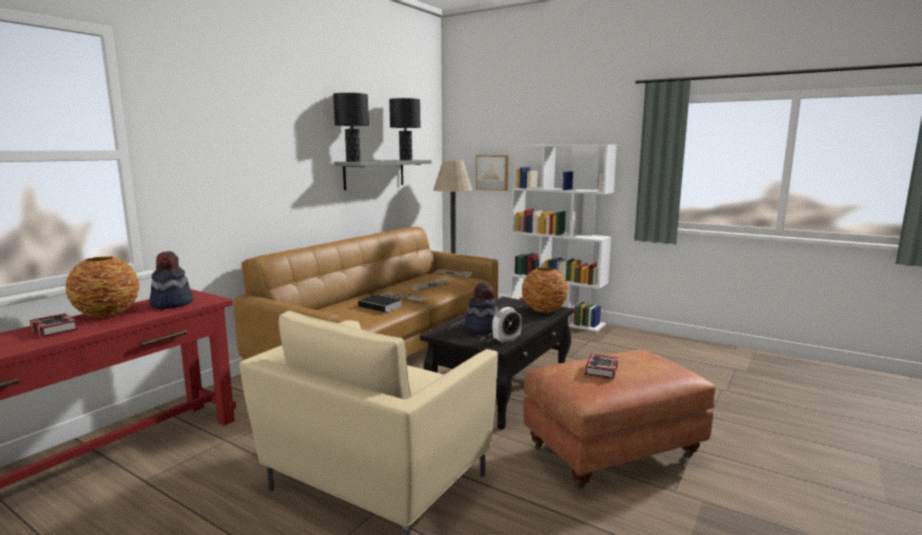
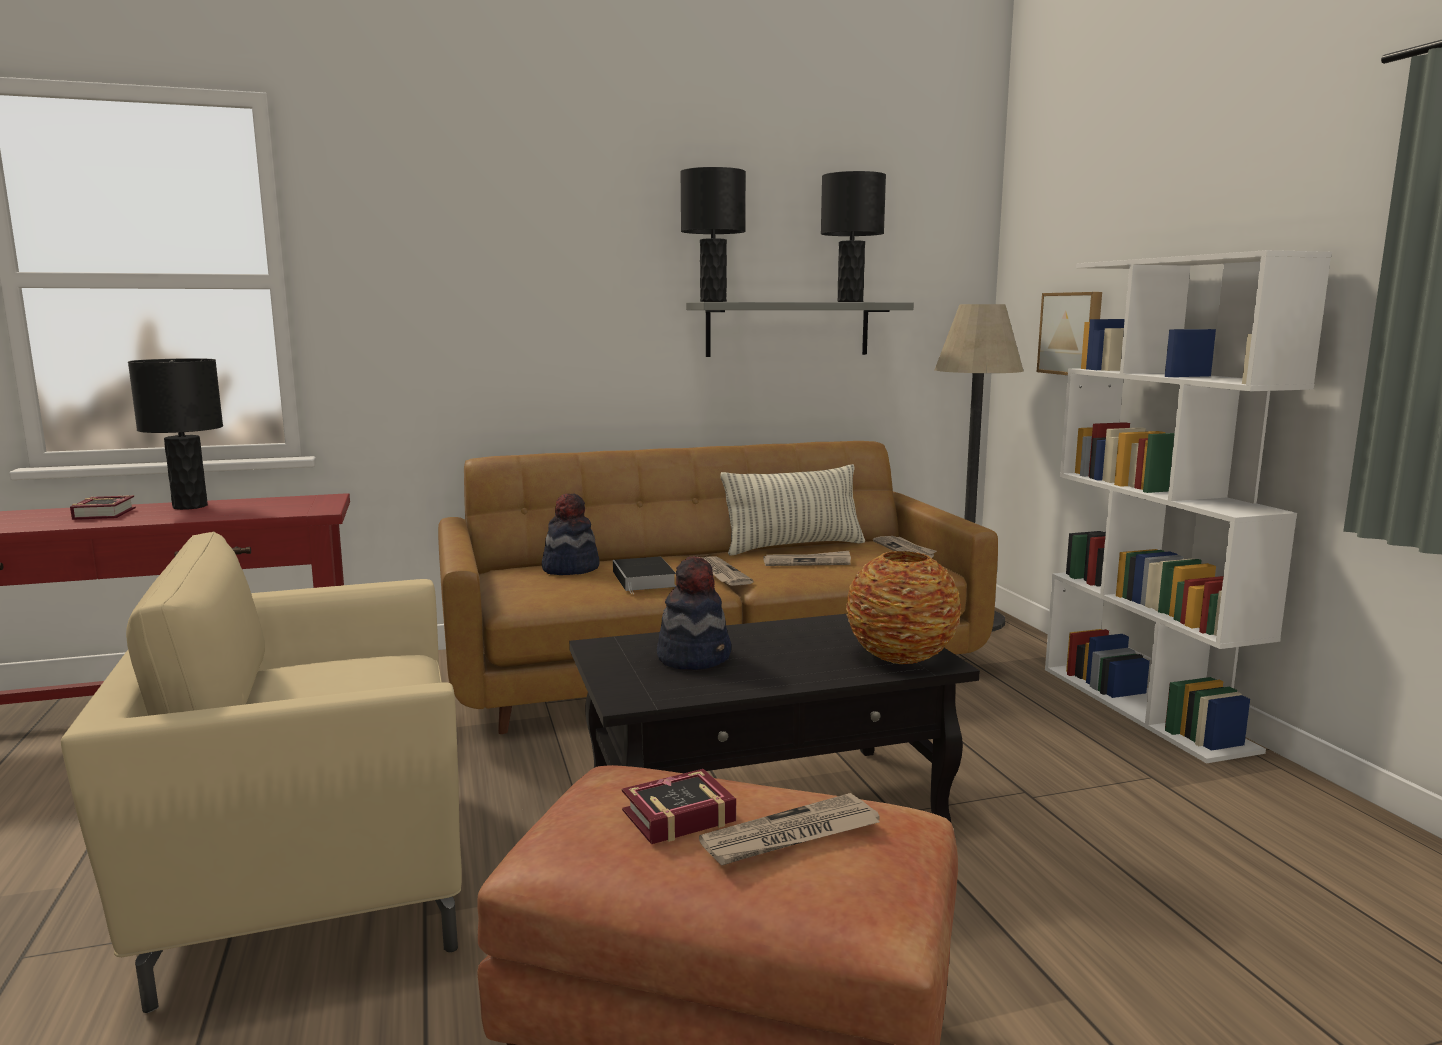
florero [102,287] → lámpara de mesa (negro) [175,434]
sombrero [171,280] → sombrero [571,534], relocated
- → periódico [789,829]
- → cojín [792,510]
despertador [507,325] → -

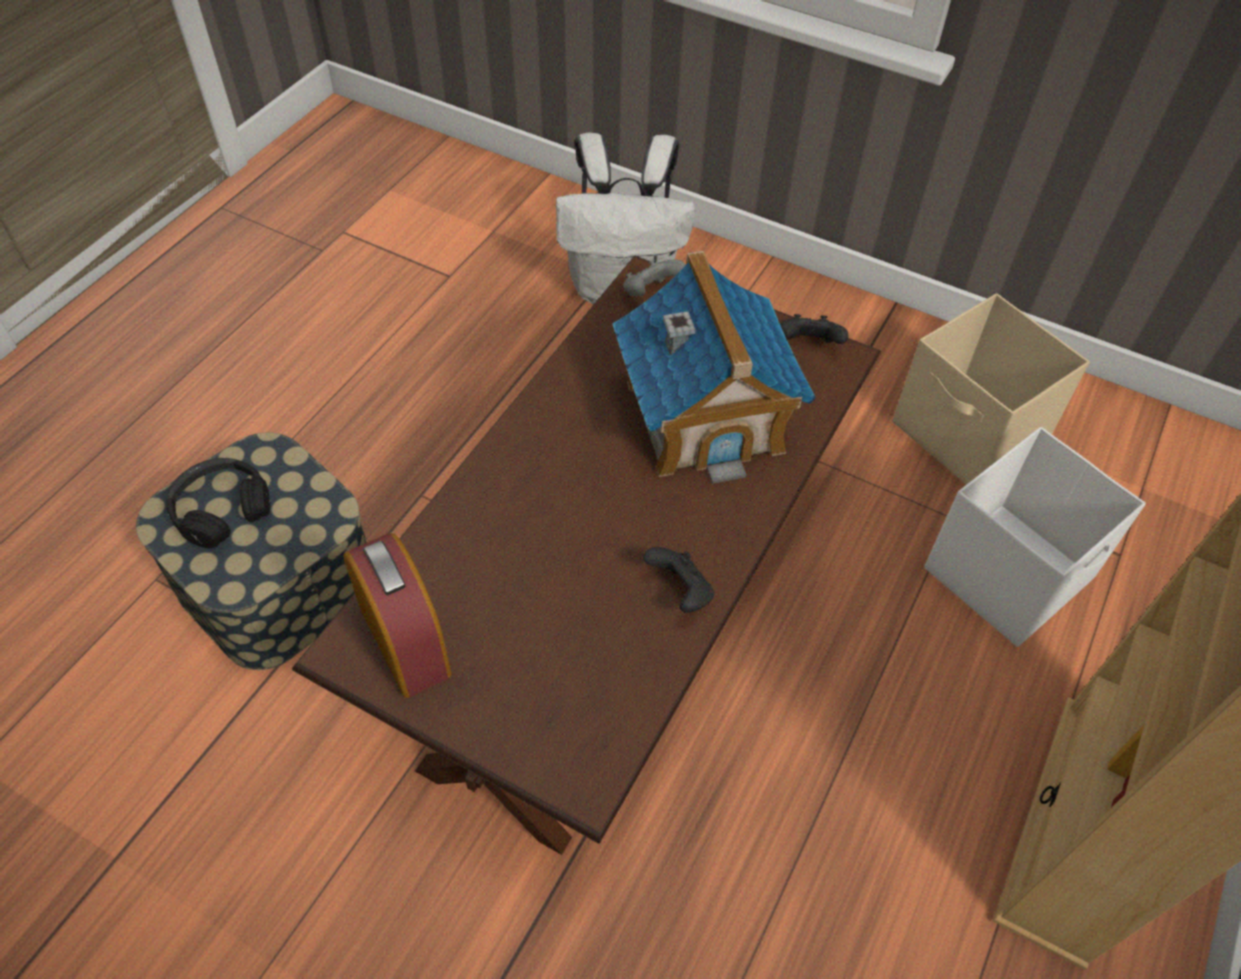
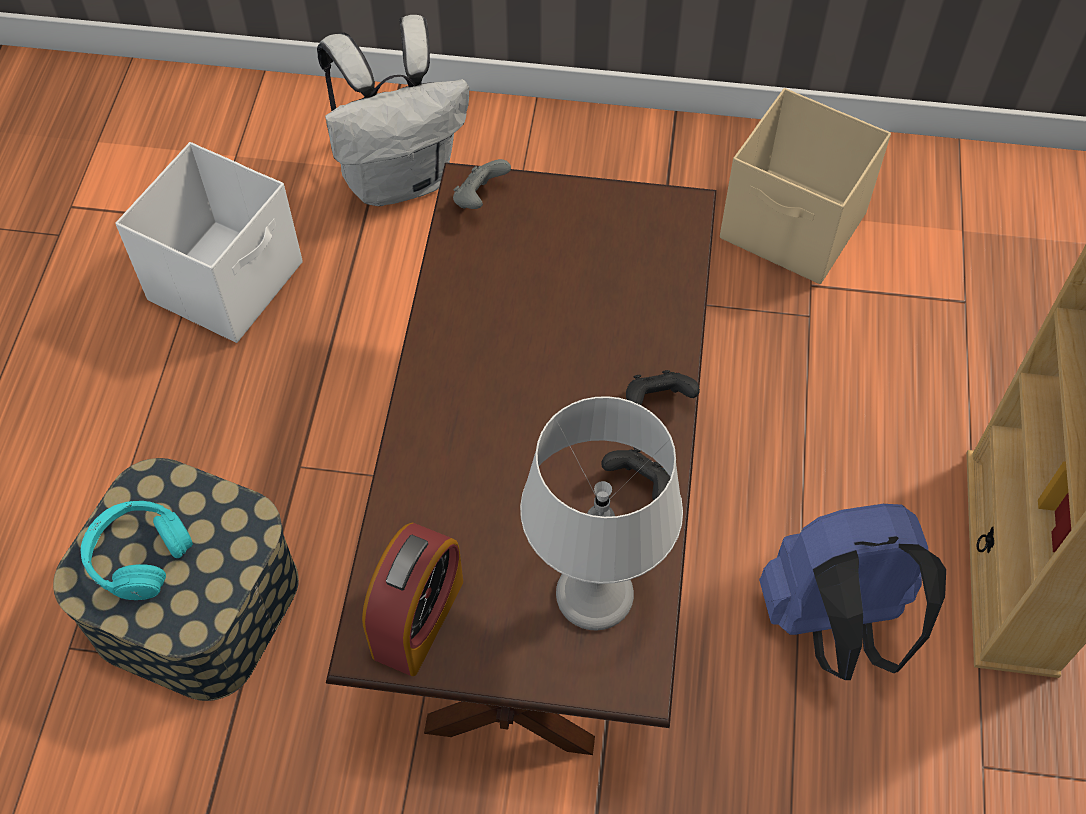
auriculares (negro) [218,503] → auriculares (turquesa) [137,550]
caja de almacenaje (blanco) [1035,537] → caja de almacenaje (blanco) [209,242], relocated
despertador [398,615] → despertador [412,599], 75 degrees clockwise
- → lámpara de mesa (gris) [601,513]
mando de consola (negro) [815,329] → mando de consola (negro) [663,387], relocated
- → mochila (azul) [852,592]
casita [714,367] → -

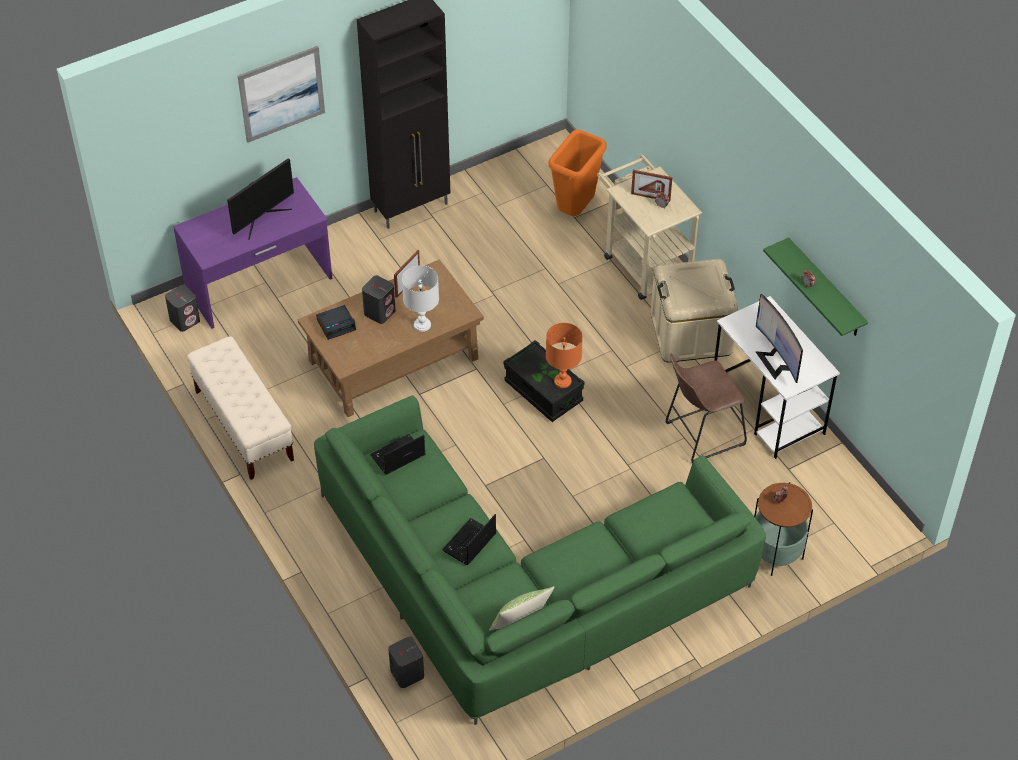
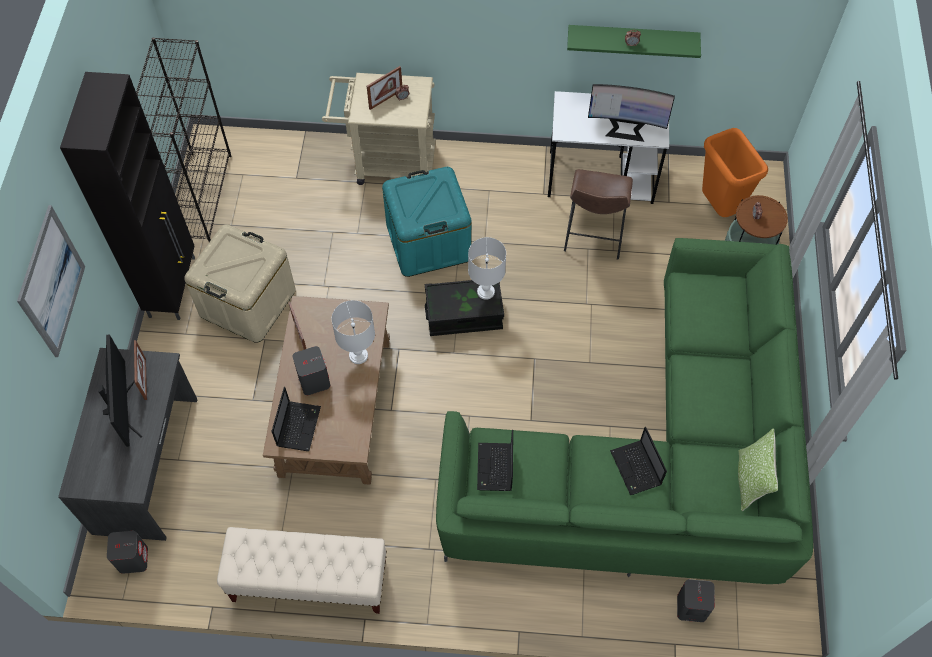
escritorio (morado) [252,253] → escritorio (gris) [128,444]
- → portarretratos [140,370]
- → estantería (negro) [184,139]
caja de almacenaje (beis) [694,311] → caja de almacenaje (beis) [240,284], relocated
despertador [336,322] → portátil [296,419]
- → caja de almacenaje (turquesa) [426,222]
lámpara de mesa (naranja) [564,355] → lámpara de mesa (blanco) [487,268]
papelera (naranja) [577,173] → papelera (naranja) [735,172], relocated

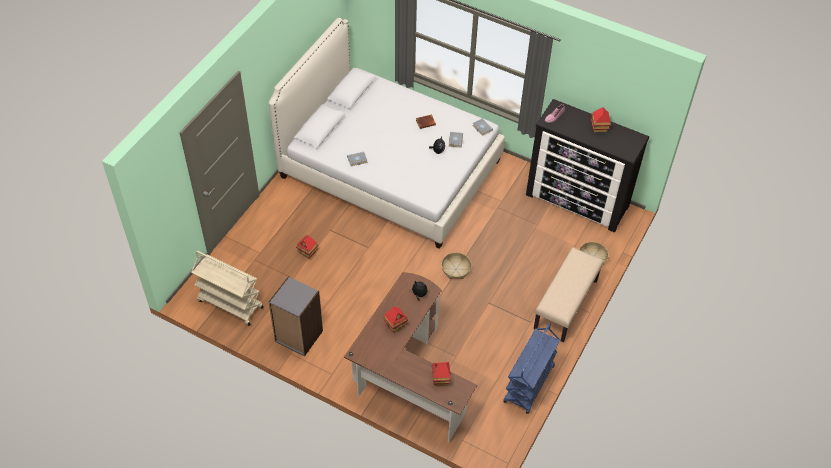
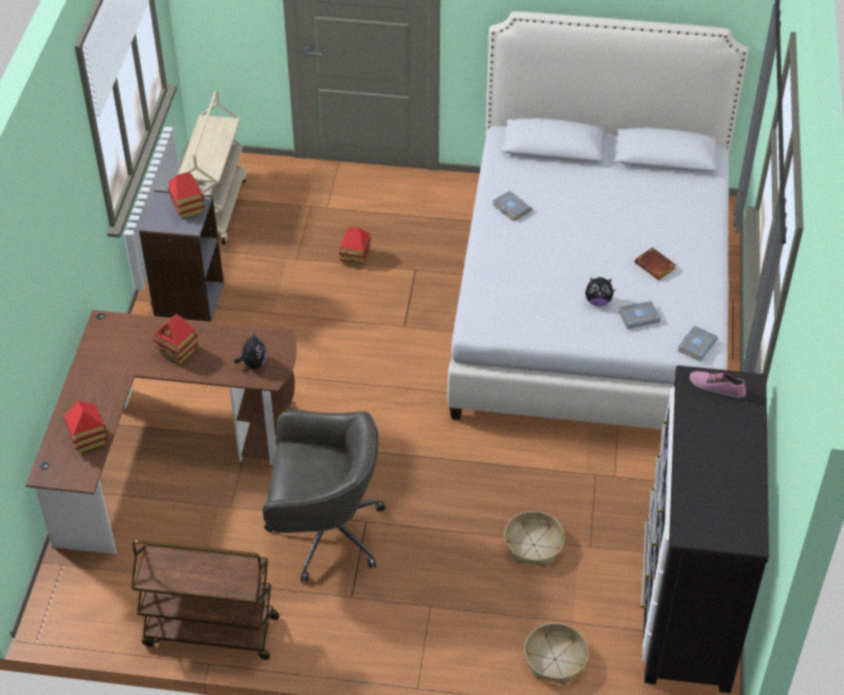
carrito (azul) [531,368] → carrito (marrón) [205,600]
casita [601,119] → casita [185,195], relocated
- → silla de oficina (gris) [324,496]
cesta [456,265] → cesta [534,539], relocated
banco (beis) [569,294] → -

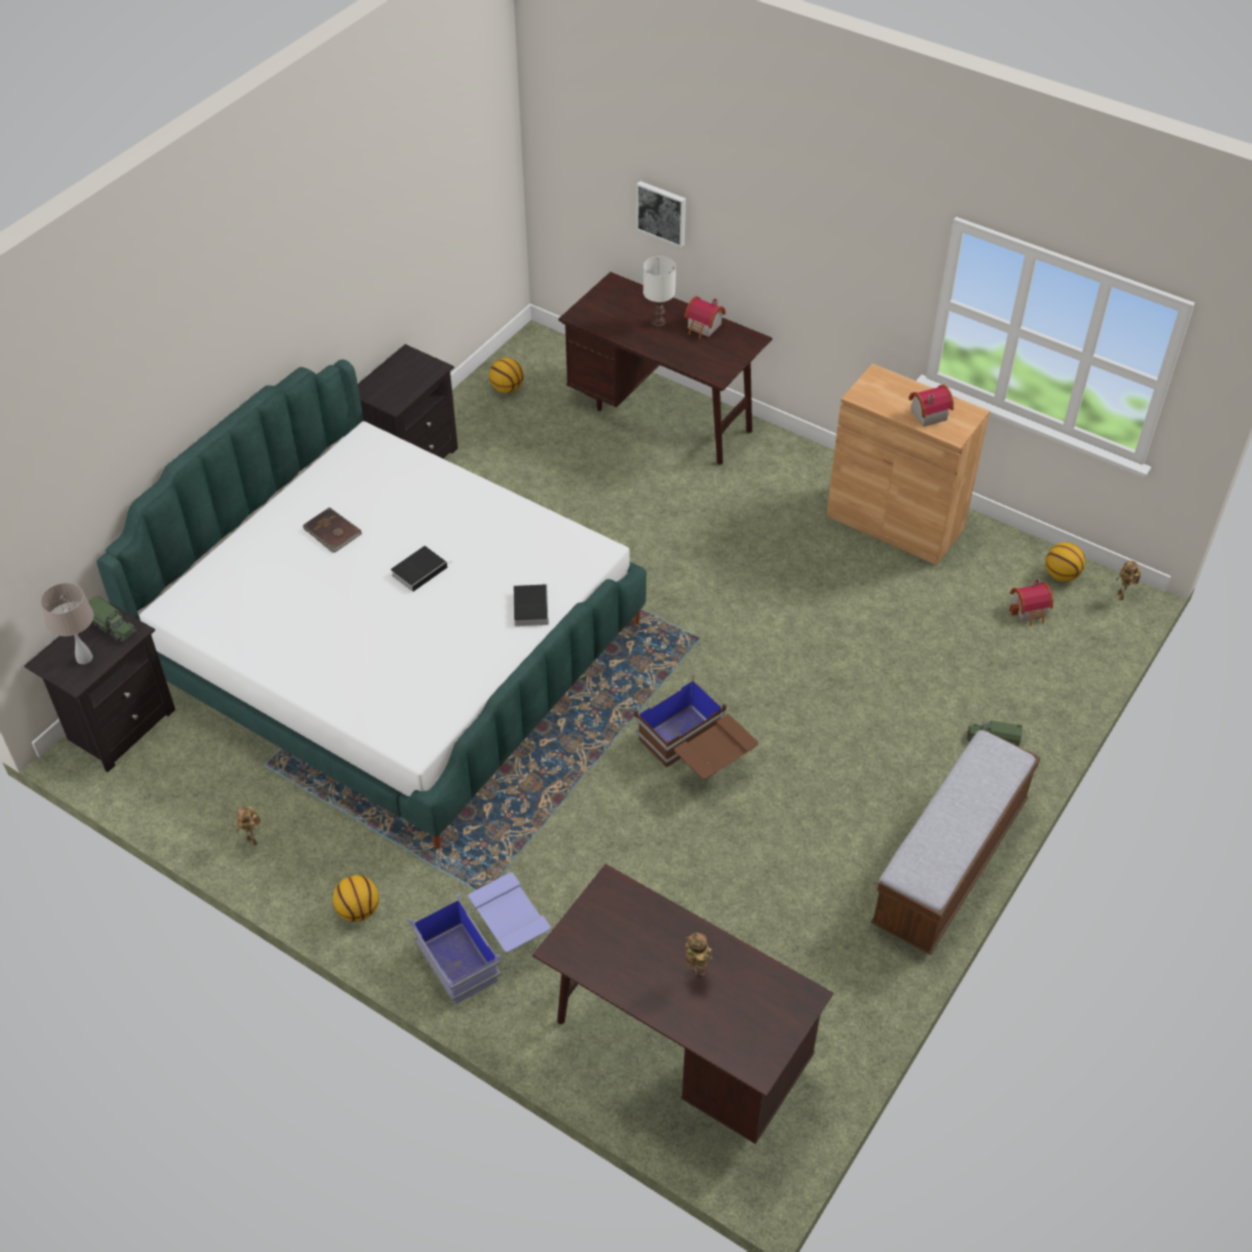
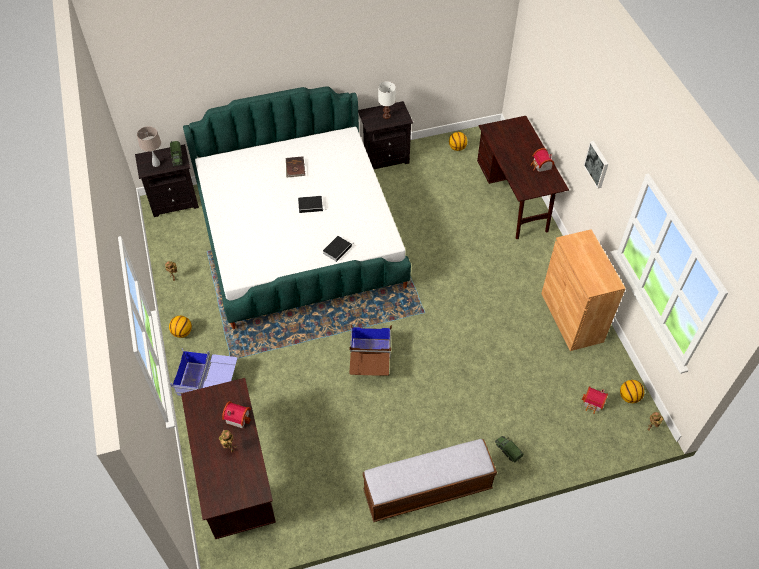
casita [931,405] → casita [236,415], relocated
lámpara de mesa (blanco) [659,292] → lámpara de mesa (blanco) [387,100], relocated
cuadro [661,214] → cuadro [595,165], relocated

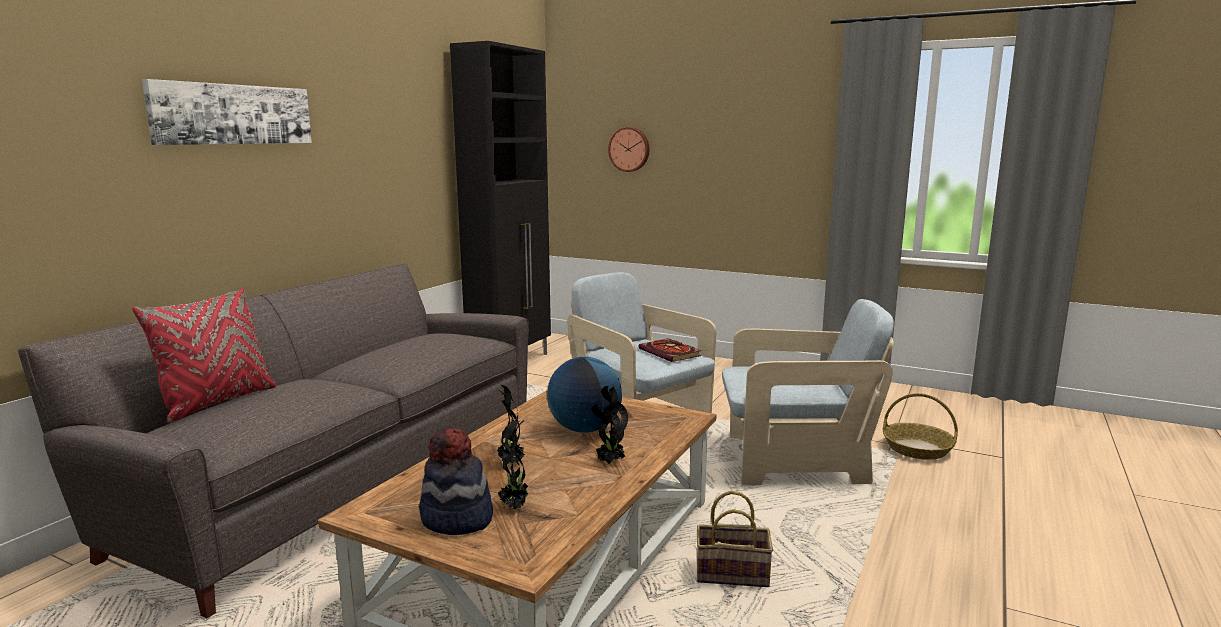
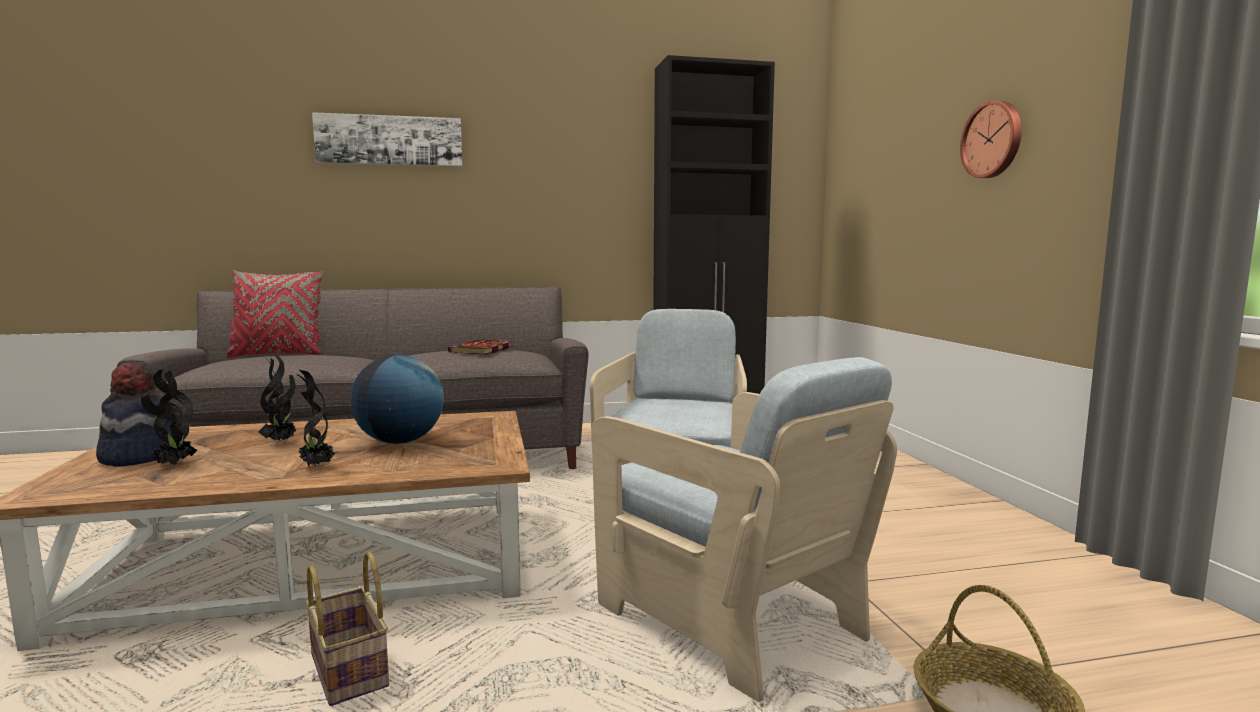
libro [669,350] → libro [480,347], relocated
reloj de pared [628,149] → reloj de pared [991,139], relocated

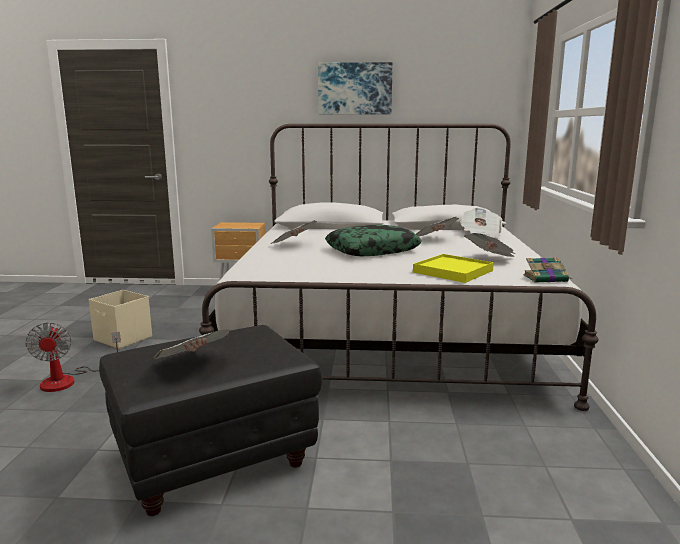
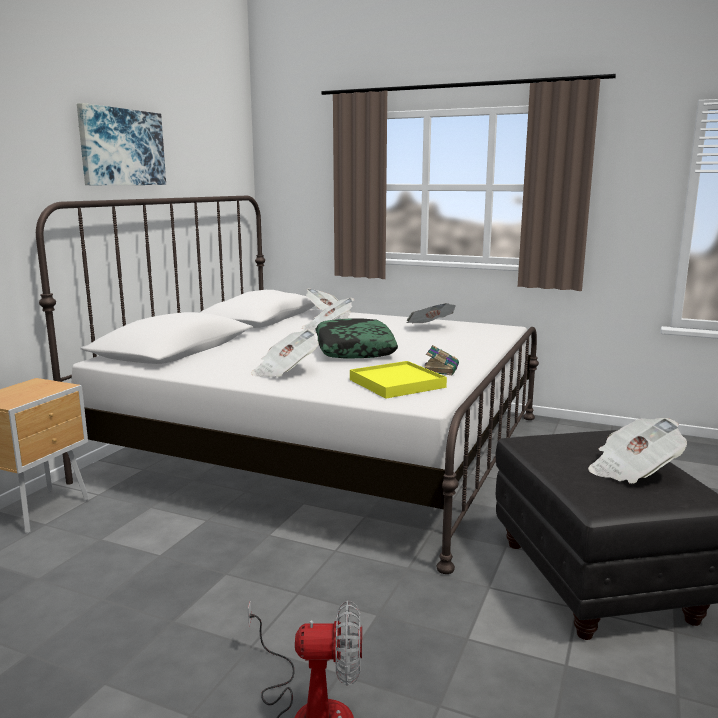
bandeja (amarillo) [453,268] → bandeja (amarillo) [398,380], relocated
libro [548,270] → libro [441,360], relocated
caja de almacenaje (beis) [120,319] → -

